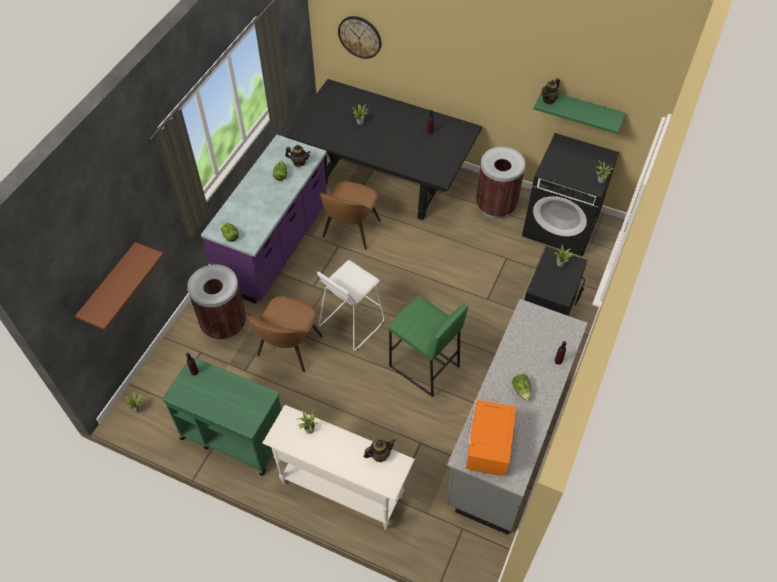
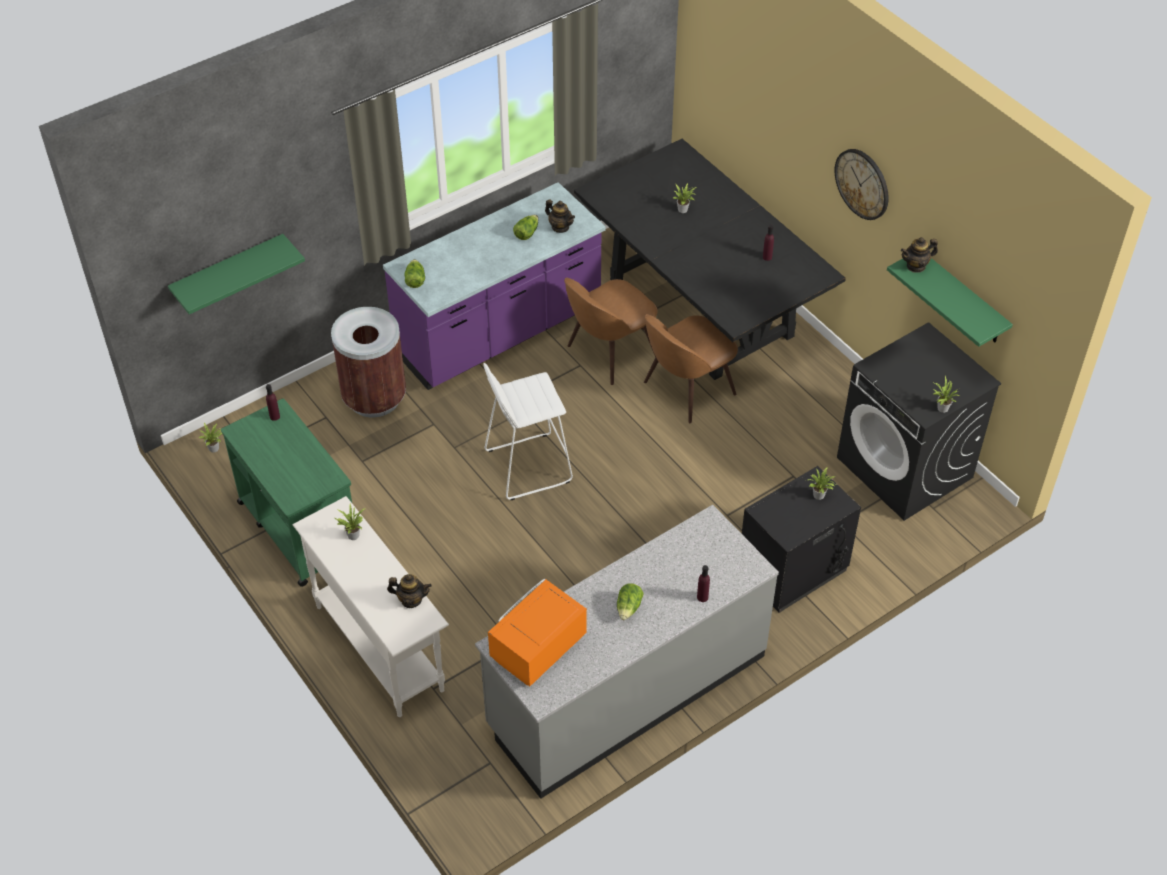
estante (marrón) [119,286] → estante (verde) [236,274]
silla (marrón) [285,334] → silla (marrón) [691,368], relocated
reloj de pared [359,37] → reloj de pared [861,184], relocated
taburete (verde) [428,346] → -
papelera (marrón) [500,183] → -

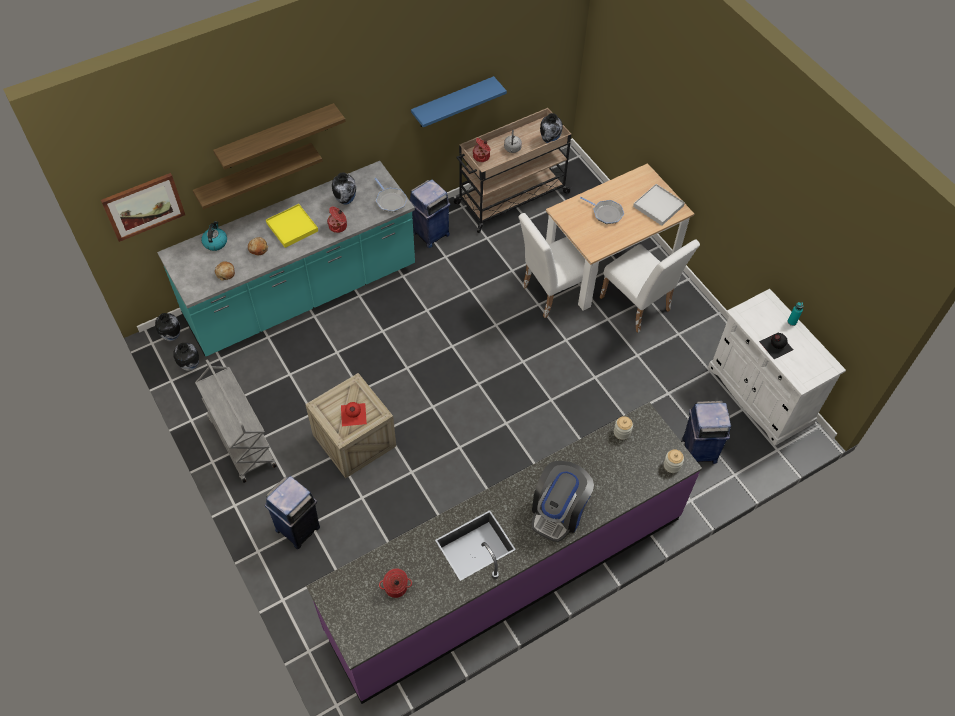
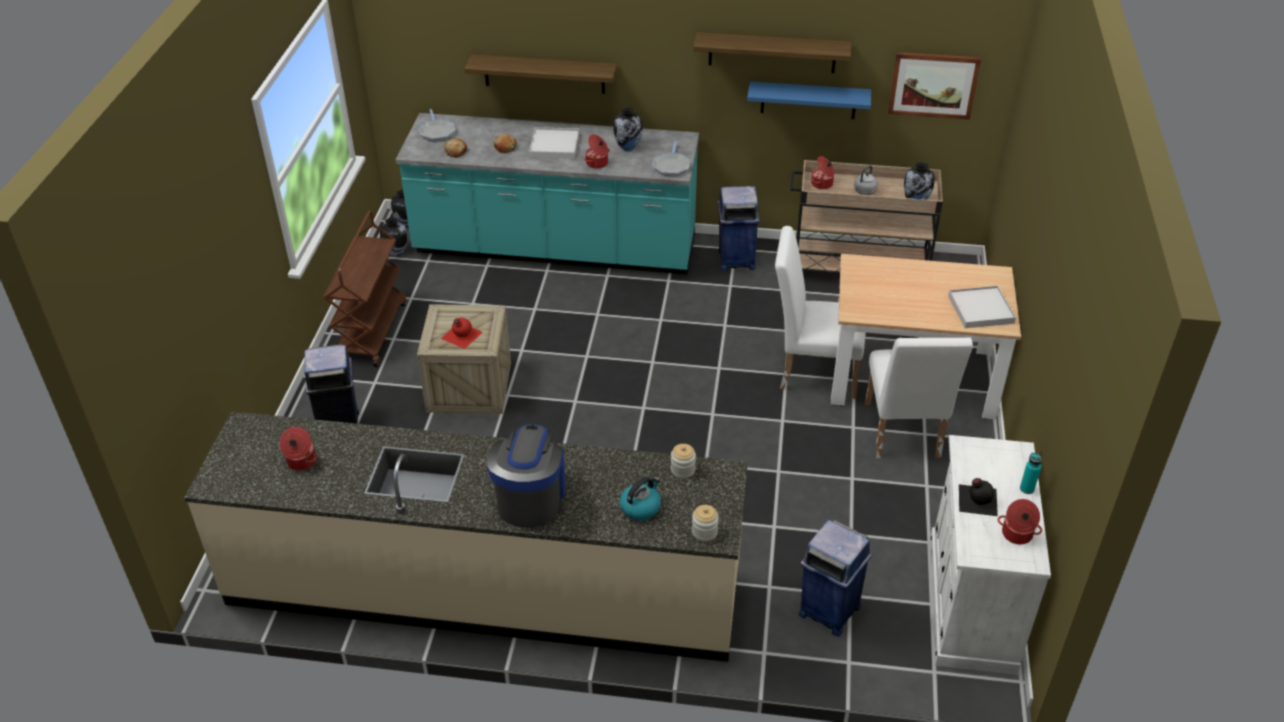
mueble bajo de cocina (morado) [504,553] → mueble bajo de cocina (beis) [466,536]
carrito (gris) [235,421] → carrito (marrón) [364,289]
sartén [602,210] → sartén [437,125], relocated
cafetera [563,501] → cafetera [526,476], 120 degrees clockwise
bandeja (amarillo) [292,226] → bandeja (blanco) [554,143]
hervidor [214,236] → hervidor [640,499], relocated
estante [279,136] → estante [772,52], relocated
cuadro [143,207] → cuadro [934,86], relocated
- → olla [1020,522]

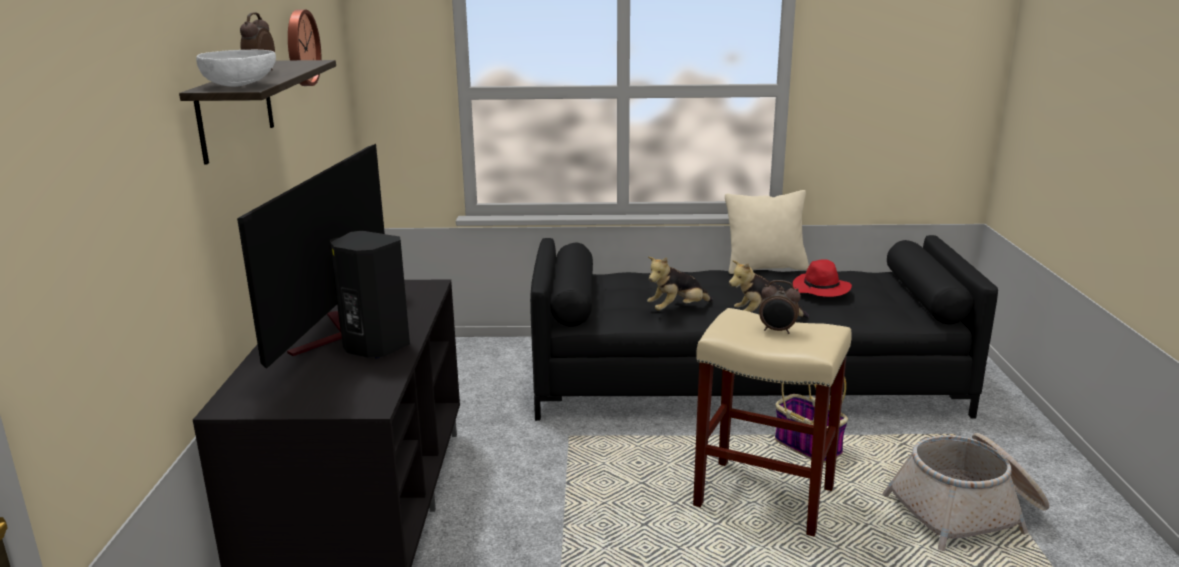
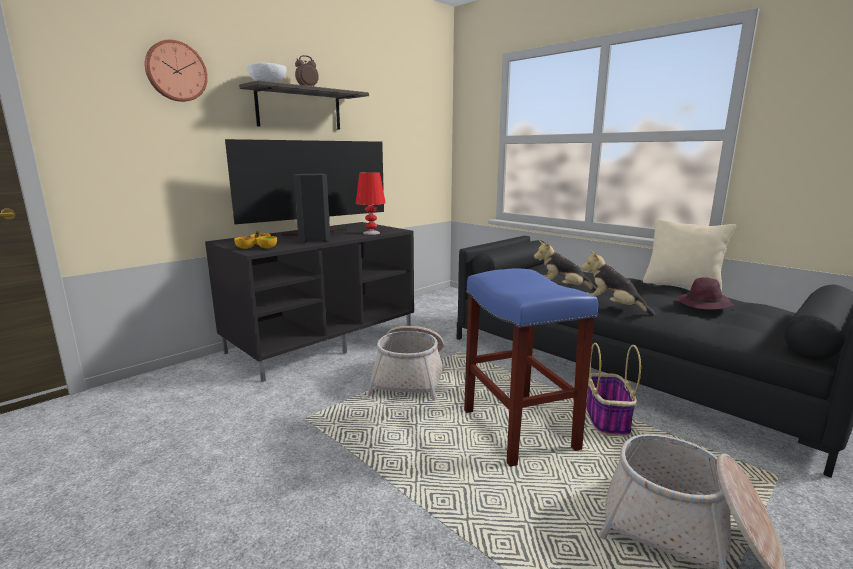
reloj de pared [304,47] → reloj de pared [176,71], relocated
- → cuenco [255,239]
- → lámpara de mesa (rojo) [371,203]
- → cesta [406,363]
taburete (beis) [772,422] → taburete (azul) [531,367]
sombrero (rojo) [822,278] → sombrero (morado) [705,293]
despertador [780,307] → -

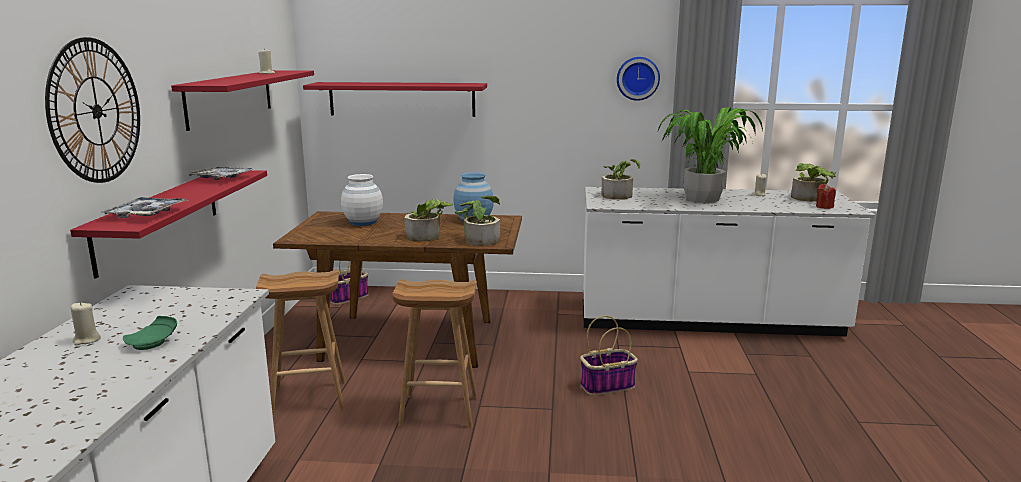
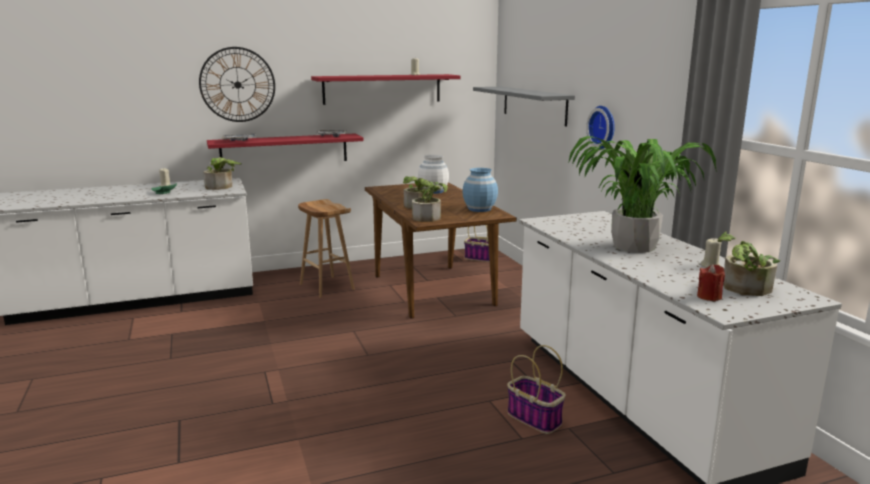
planta en maceta [621,179] → planta en maceta [222,173], relocated
estante (rojo) [395,99] → estante (gris) [524,106]
cesta [609,355] → cesta [536,389], relocated
reloj de pared [638,79] → reloj de pared [600,127], relocated
taburete (marrón) [434,353] → -

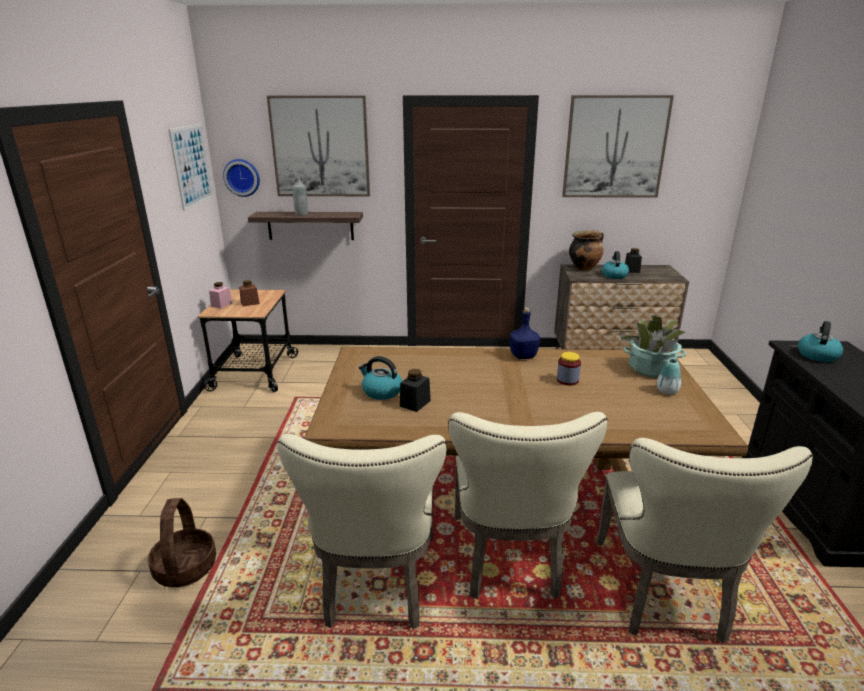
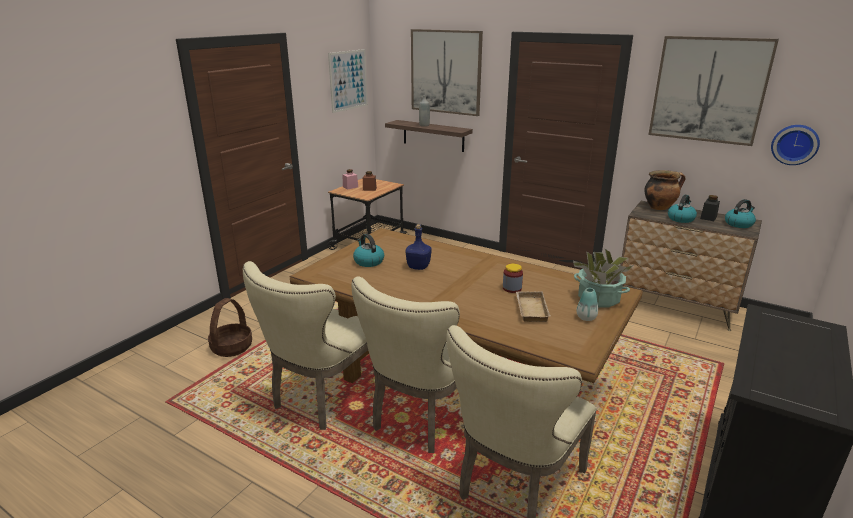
botella (azul) [525,333] → botella (azul) [418,247], relocated
- → bandeja (beis) [533,306]
hervidor [820,341] → hervidor [740,213], relocated
reloj de pared [241,178] → reloj de pared [795,145], relocated
tarro (negro) [415,390] → -

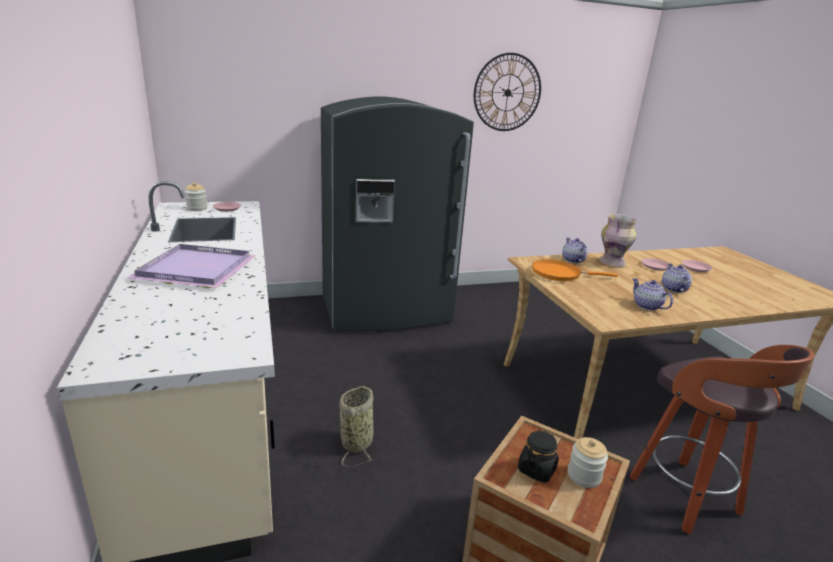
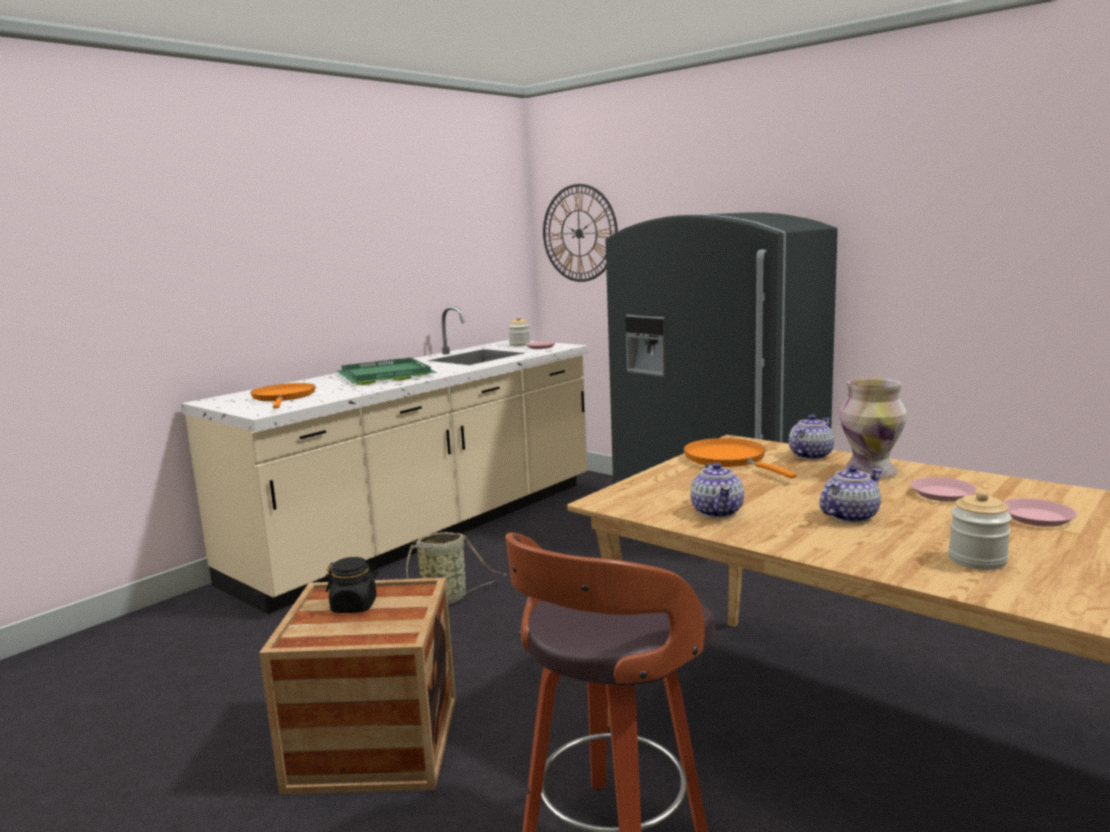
- → sartén (naranja) [283,395]
bandeja (morado) [191,266] → bandeja (verde) [387,371]
reloj de pared [507,92] → reloj de pared [580,233], relocated
tetera [652,294] → tetera [717,490], 150 degrees clockwise
tarro [588,462] → tarro [980,530], relocated

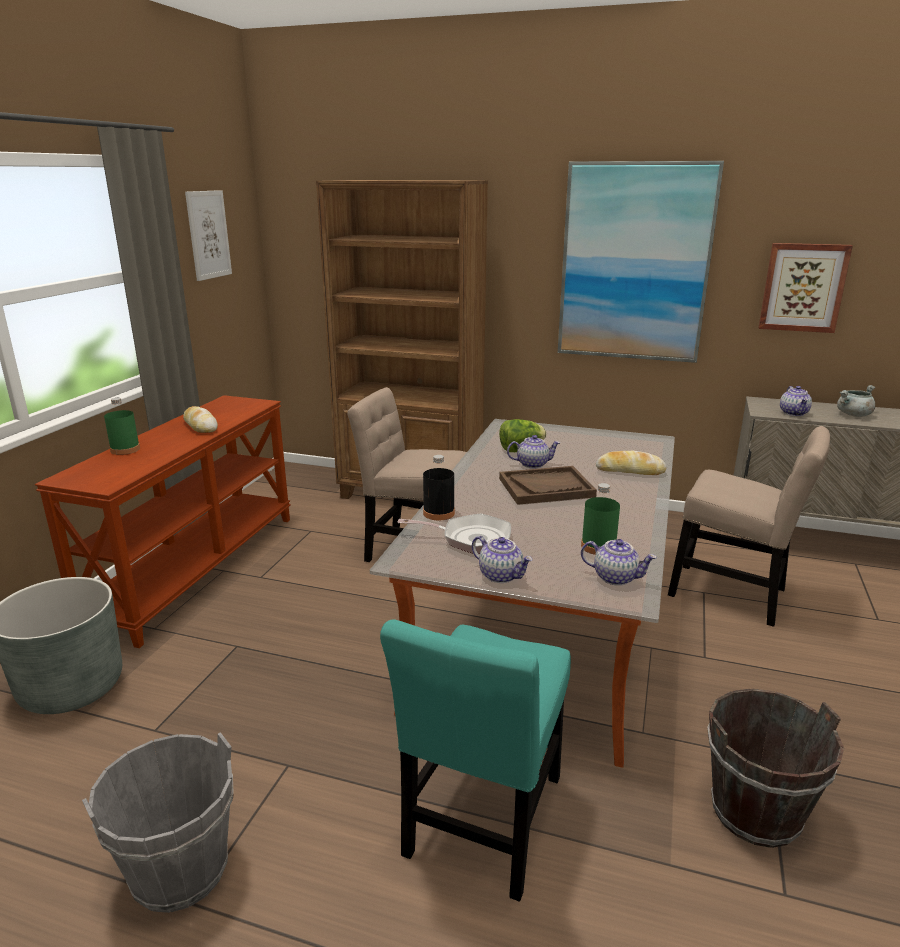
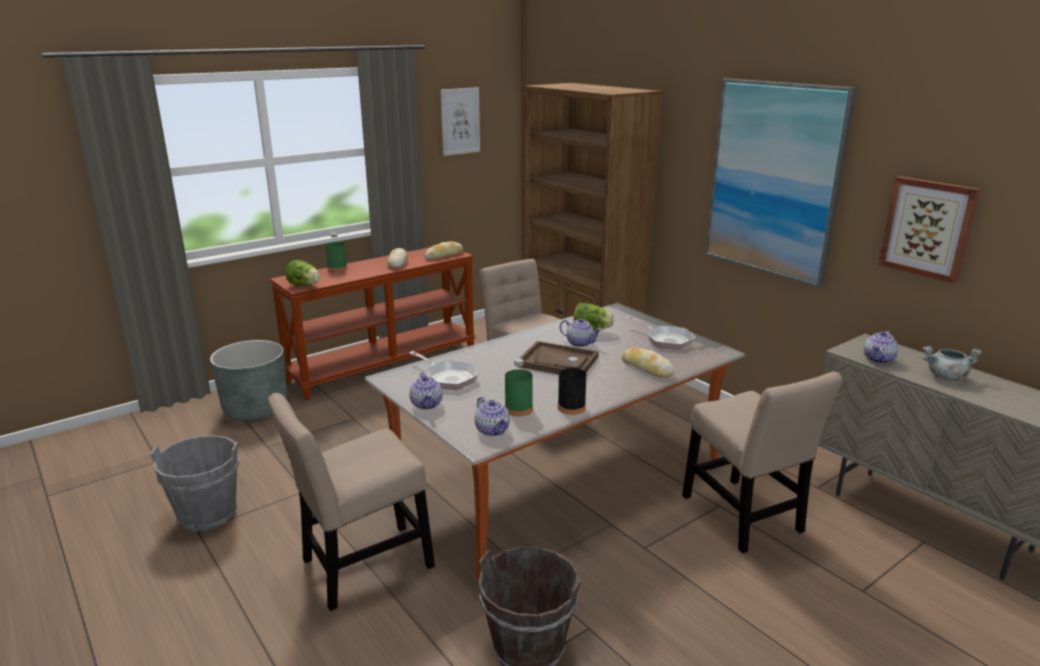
silla (turquesa) [475,760] → silla (beis) [351,502]
- → lechuga [302,273]
- → pan [444,250]
botella (negro) [439,487] → botella (negro) [572,386], relocated
- → sartén [661,333]

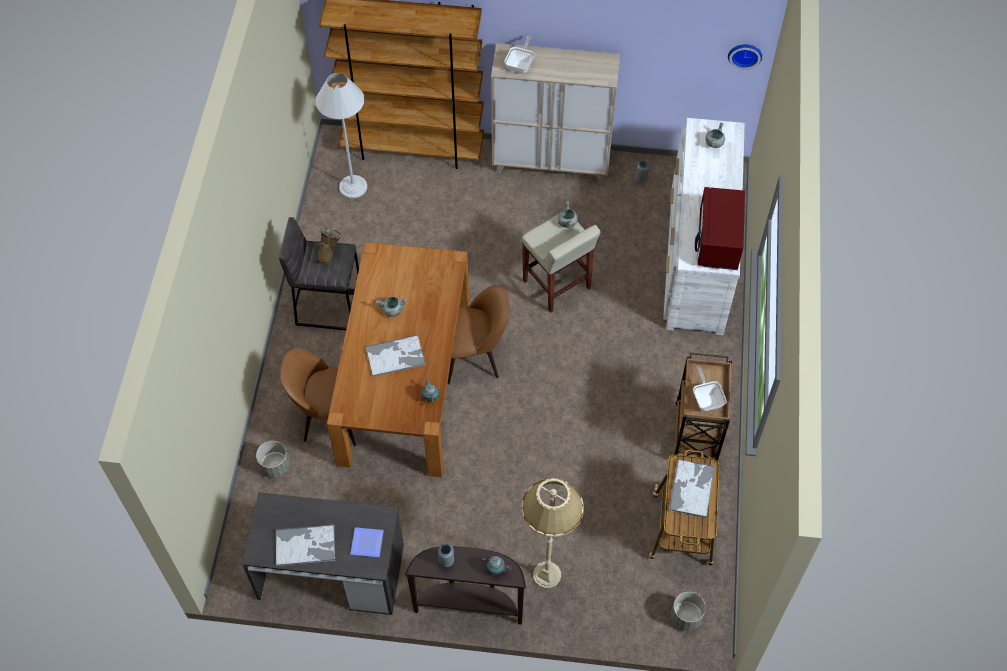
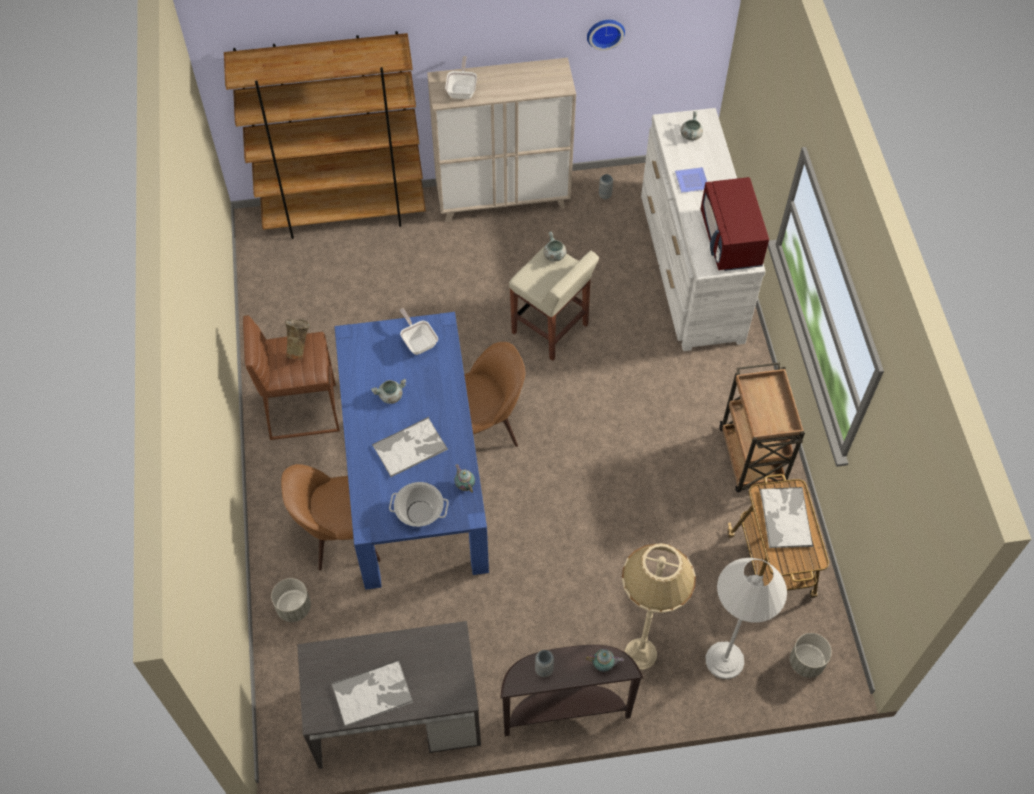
taburete (gris) [319,273] → taburete (marrón) [291,377]
mesa de comedor (marrón) [398,359] → mesa de comedor (azul) [412,451]
- → olla [419,504]
sartén [710,388] → sartén [419,332], relocated
reloj de pared [745,57] → reloj de pared [606,35], relocated
plato [367,542] → plato [691,180], relocated
lámpara de pie (blanco) [341,135] → lámpara de pie (blanco) [746,618], relocated

